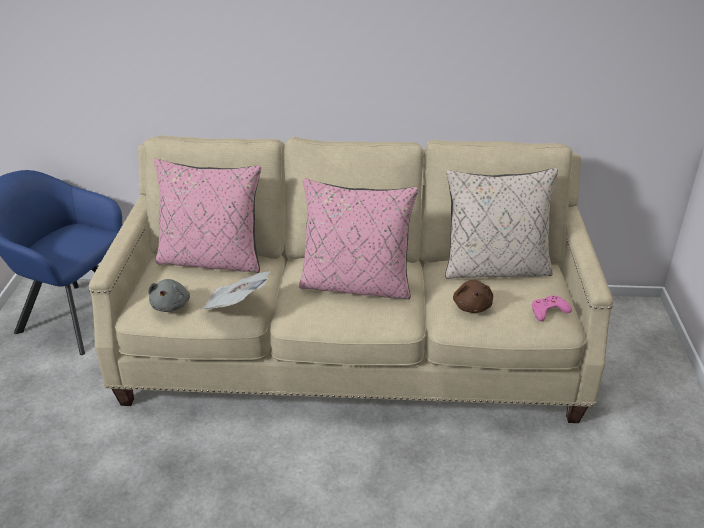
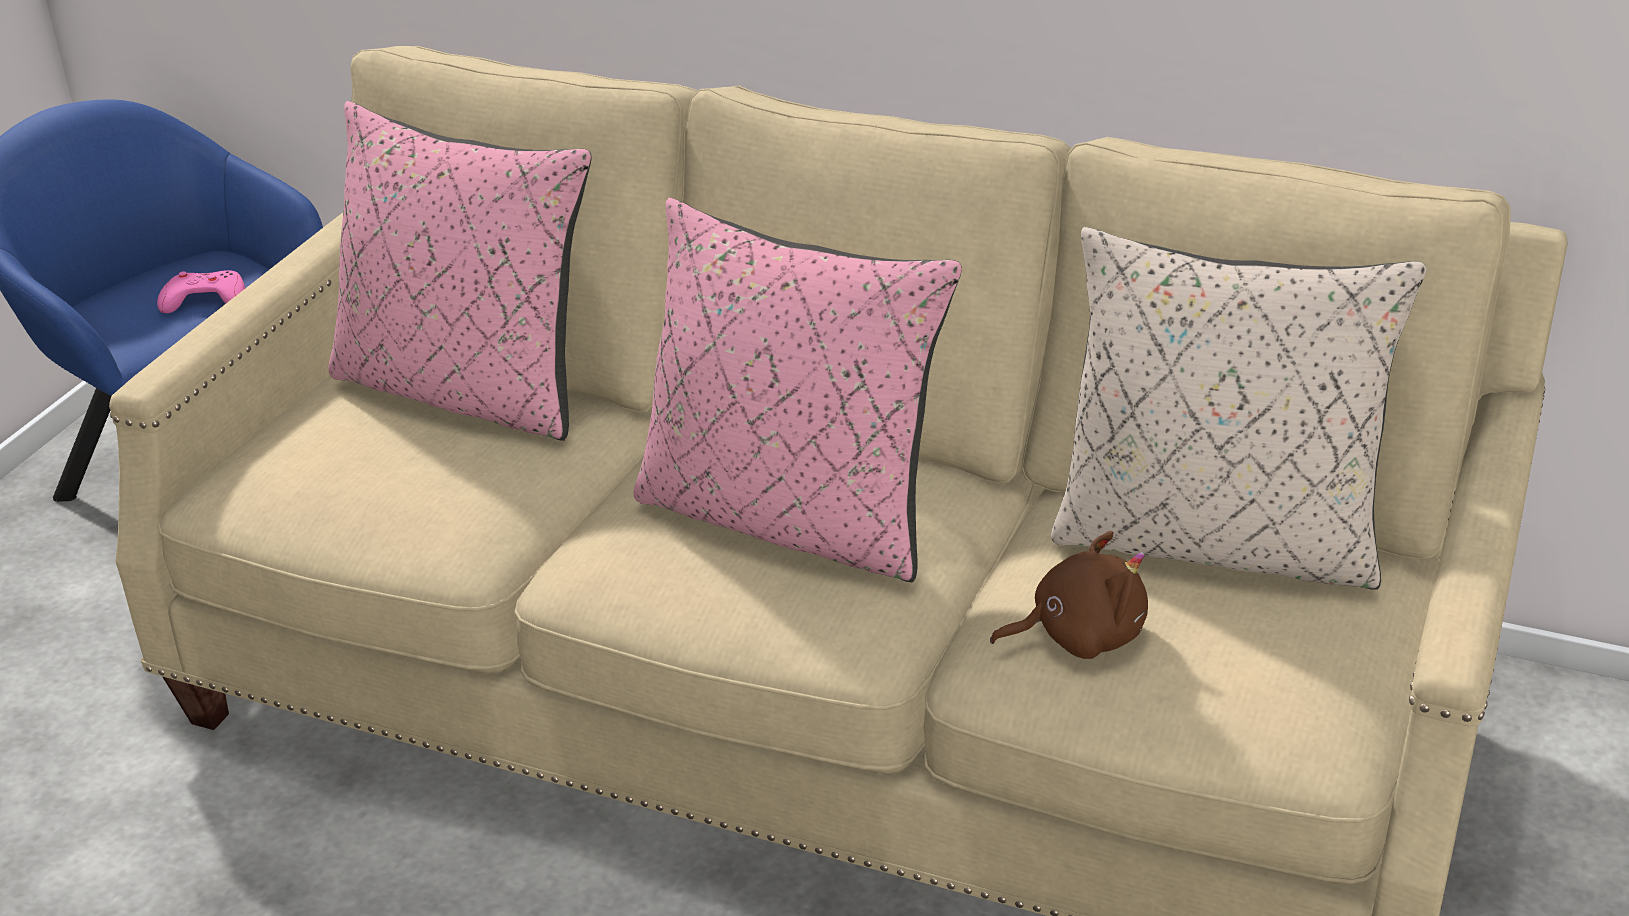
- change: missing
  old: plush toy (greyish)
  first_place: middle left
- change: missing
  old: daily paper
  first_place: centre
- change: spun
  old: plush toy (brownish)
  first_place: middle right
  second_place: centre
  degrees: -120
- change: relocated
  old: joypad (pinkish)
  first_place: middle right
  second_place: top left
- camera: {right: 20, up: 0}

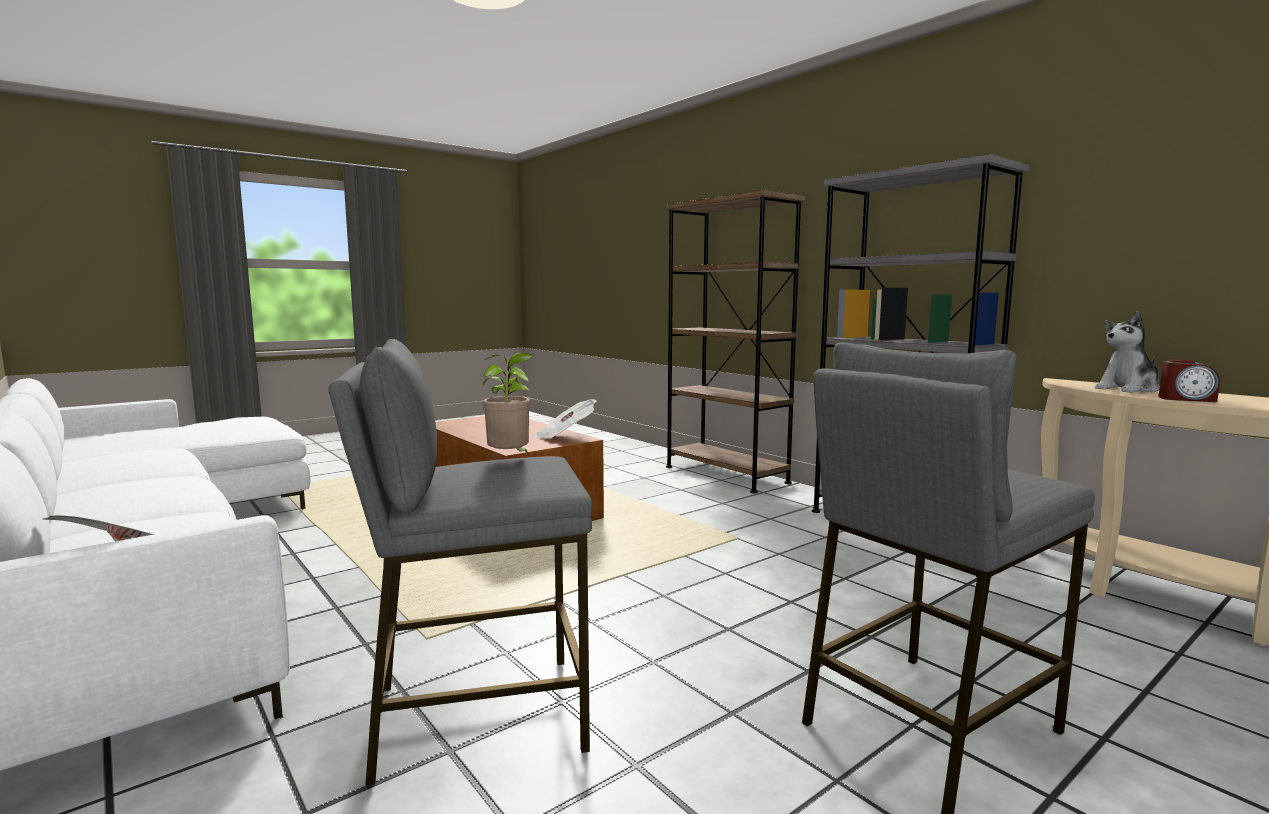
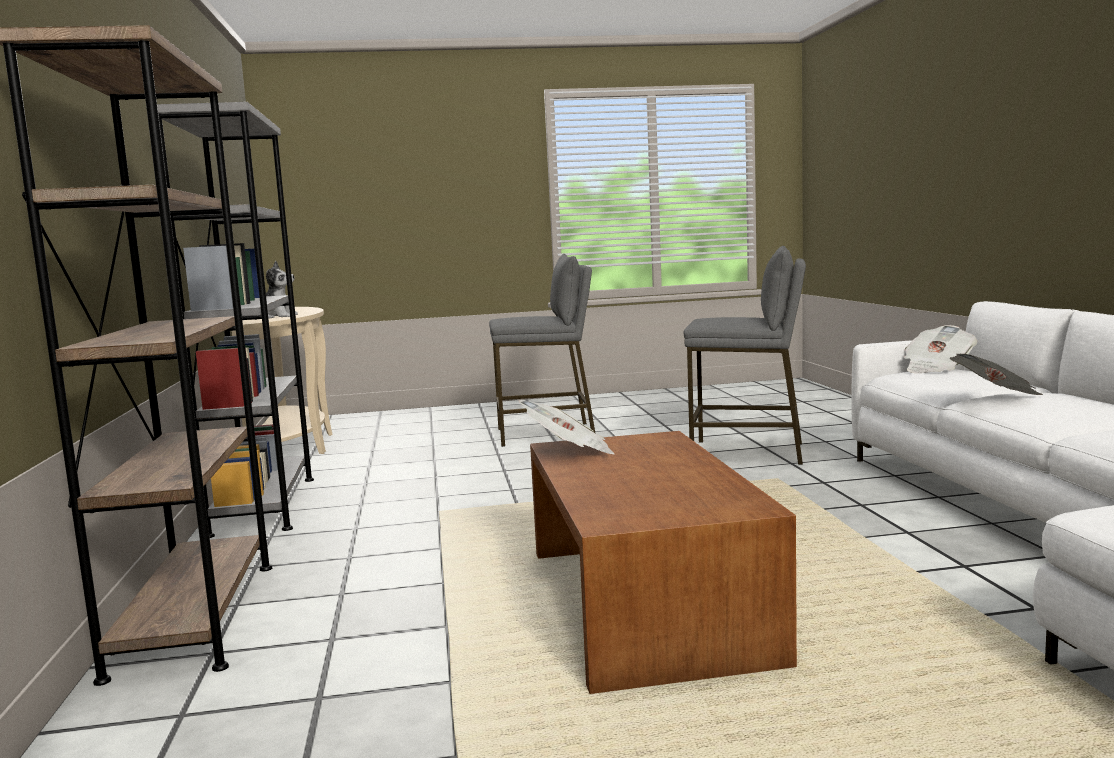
- change: missing
  old: houseplant
  first_place: centre
- change: missing
  old: table clock
  first_place: middle right
- change: appeared
  new: daily paper (no. 3 from left)
  second_place: middle right
- camera: {right: -150, up: 0}

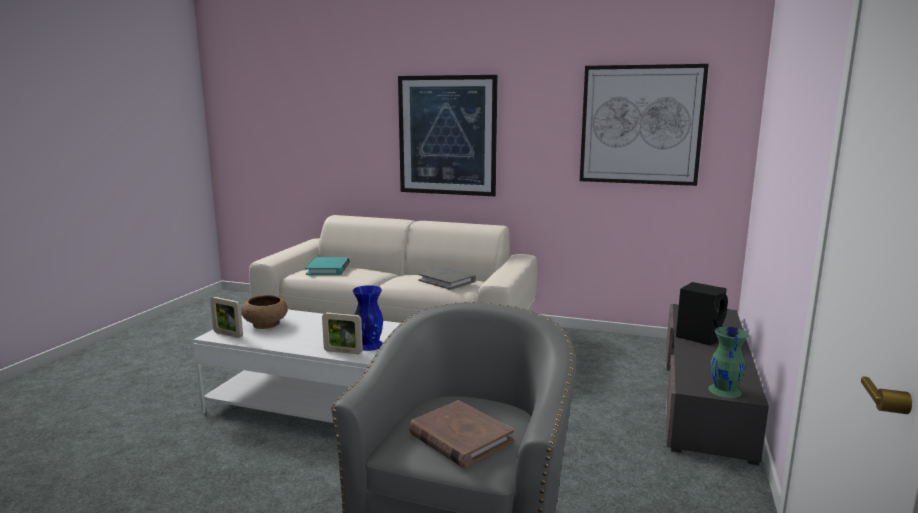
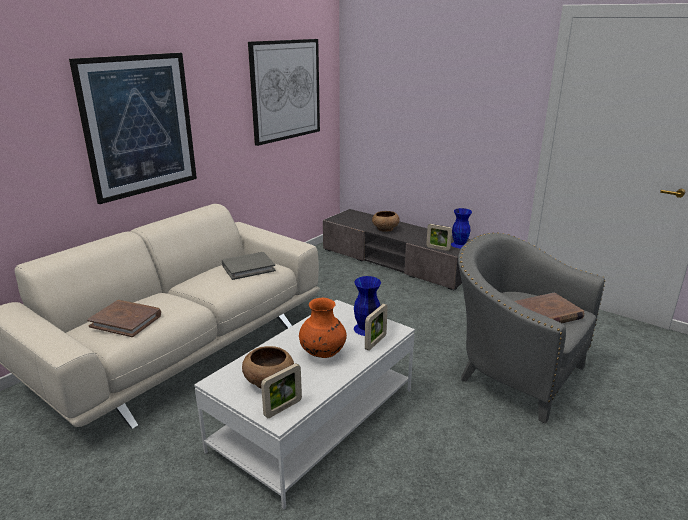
- change: colour
  old: book (blue-green)
  new: book (brownish) (no. 1 from left)
  first_place: centre
  second_place: middle left
- change: exchanged
  old: speaker (black-coloured)
  new: bowl (brownish) (no. 2 from left)
  first_place: middle right
  second_place: centre
- change: colour
  old: decorative vase (greenish)
  new: decorative vase (blue) (no. 2 from left)
  first_place: bottom right
  second_place: middle right
- change: appeared
  new: decorative vase (orange-coloured)
  second_place: centre
- change: appeared
  new: standing frame (no. 3 from left)
  second_place: centre
- camera: {right: -70, up: 10}

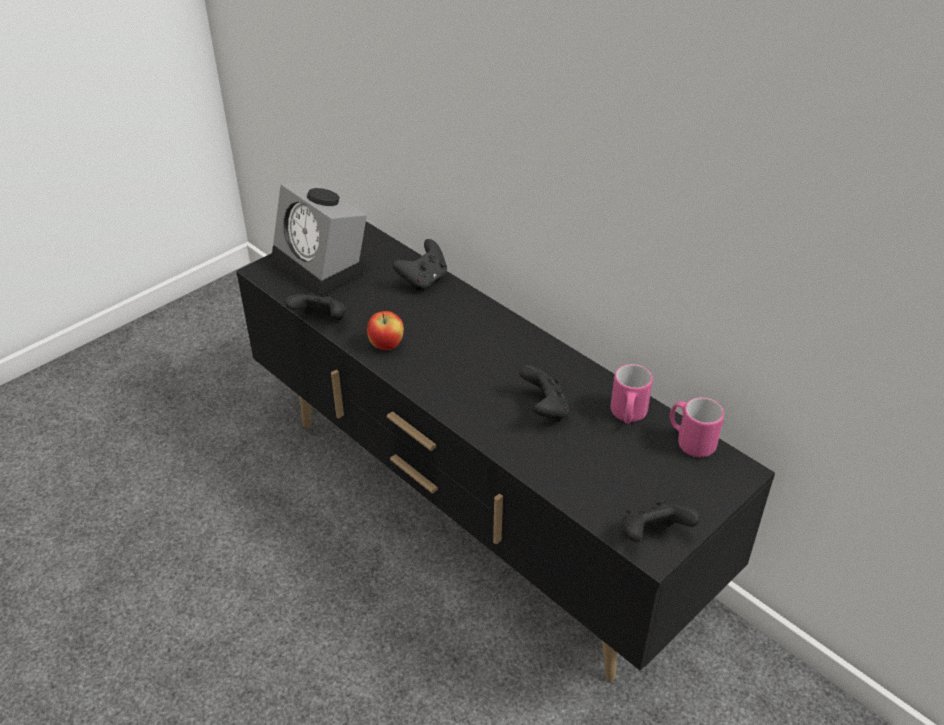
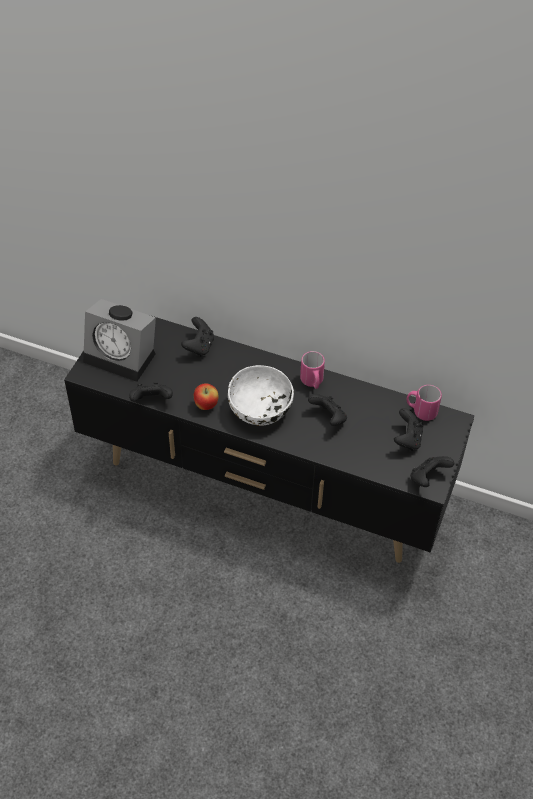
- change: relocated
  old: coffee mug (pinkish) (no. 1 from left)
  first_place: middle right
  second_place: centre
- change: appeared
  new: bowl (whitish)
  second_place: centre
- change: appeared
  new: joypad (black-coloured) (no. 4 from left)
  second_place: middle right
- camera: {right: -25, up: 10}

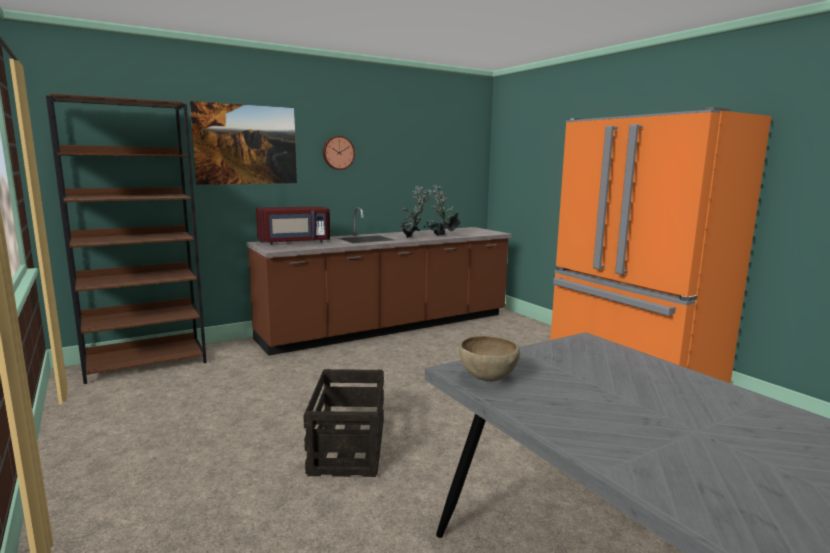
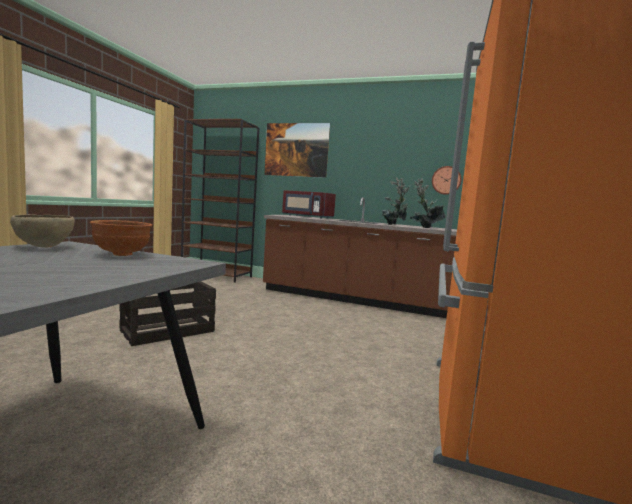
- change: relocated
  old: clock on the wall
  first_place: top centre
  second_place: middle right
- change: appeared
  new: bowl (brownish) (no. 2 from left)
  second_place: middle left
- camera: {right: 50, up: -5}

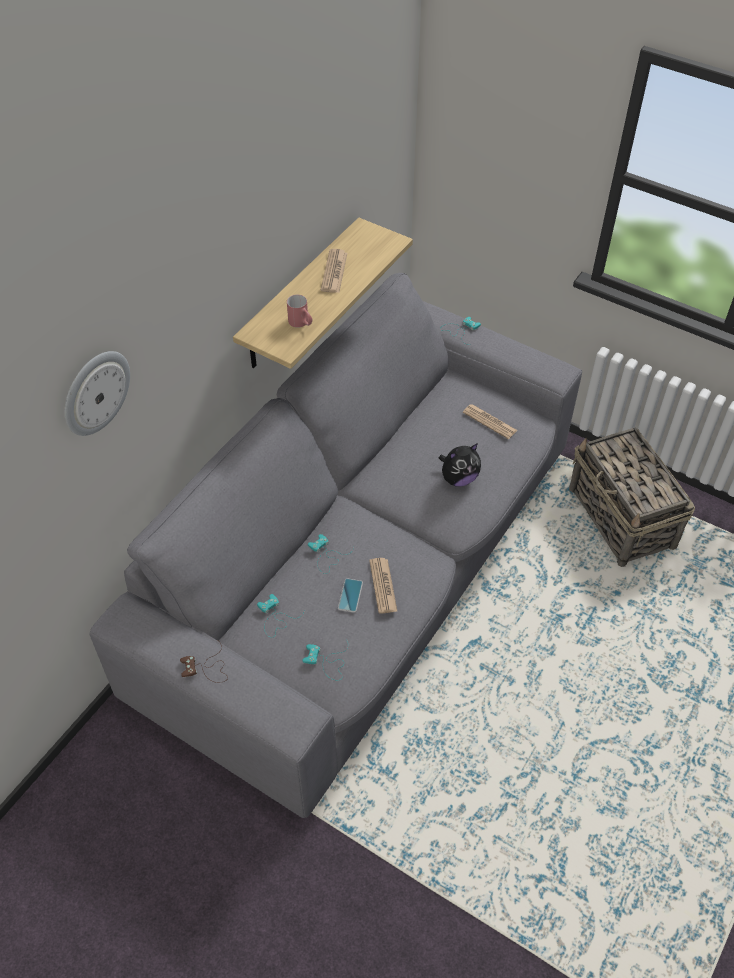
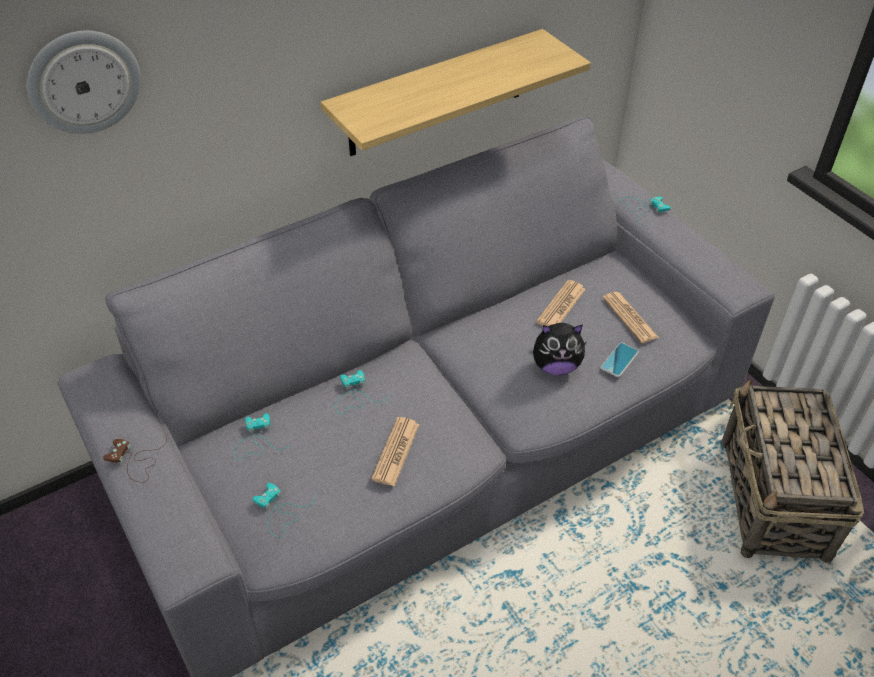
- change: missing
  old: coffee mug (reddish)
  first_place: top centre
- change: relocated
  old: daily paper (no. 1 from left in the first image)
  new: daily paper (no. 2 from left)
  first_place: top centre
  second_place: centre
- change: relocated
  old: phone
  first_place: centre
  second_place: middle right
- camera: {right: 25, up: -5}

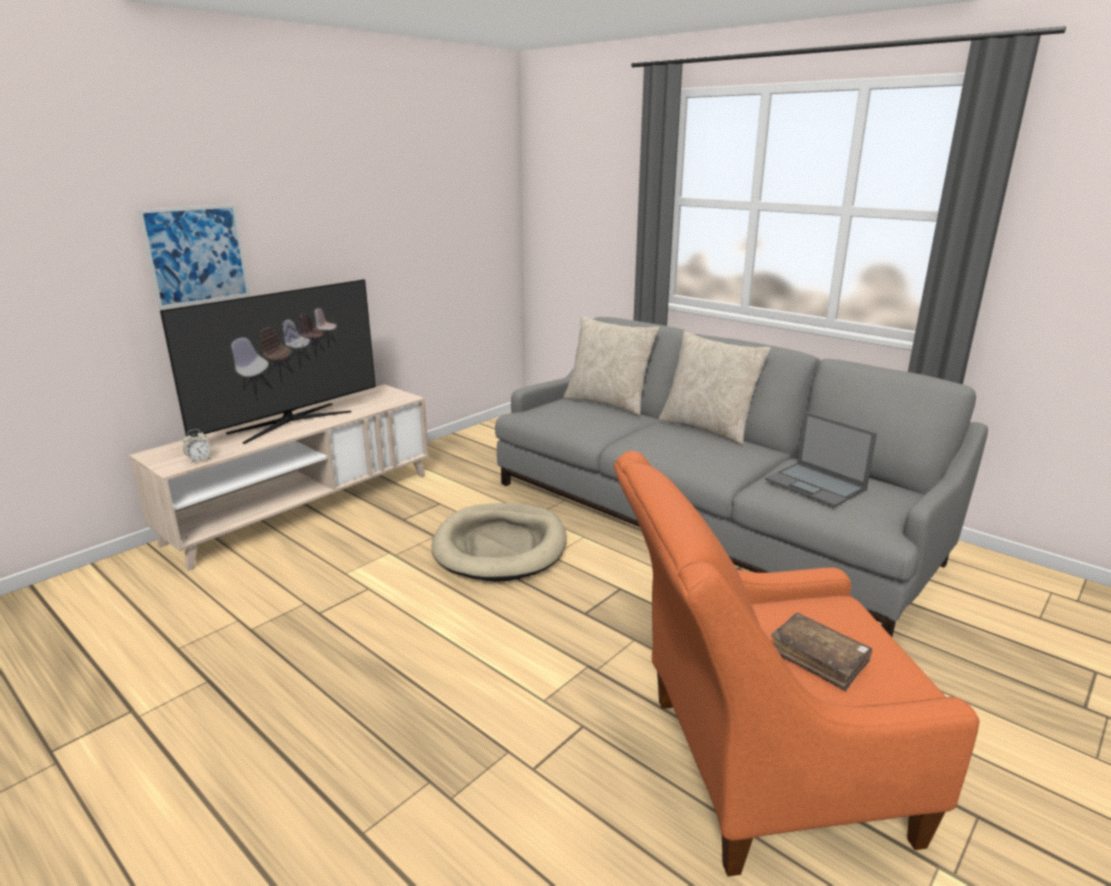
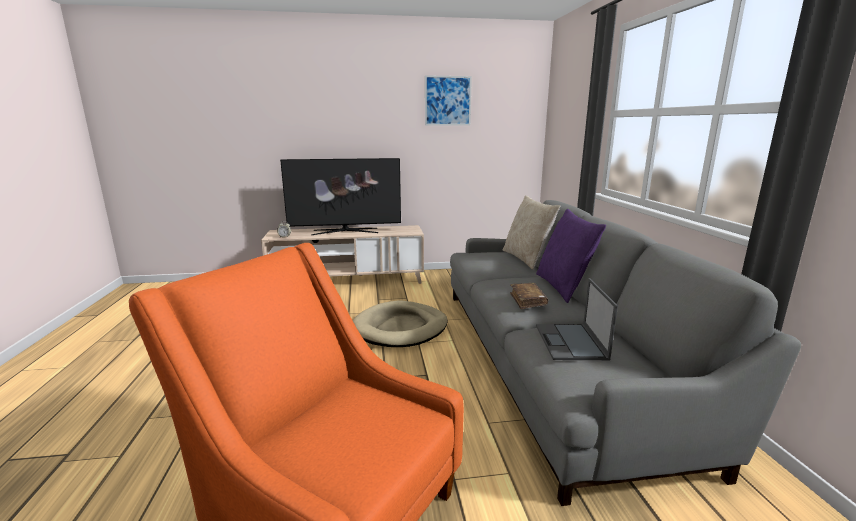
- change: relocated
  old: picture
  first_place: top left
  second_place: top centre
- change: colour
  old: cushion (sand-coloured) (no. 2 from left)
  new: cushion (purplish)
  first_place: centre
  second_place: middle right
- change: relocated
  old: book (brownish)
  first_place: bottom right
  second_place: centre
- camera: {right: 40, up: -5}

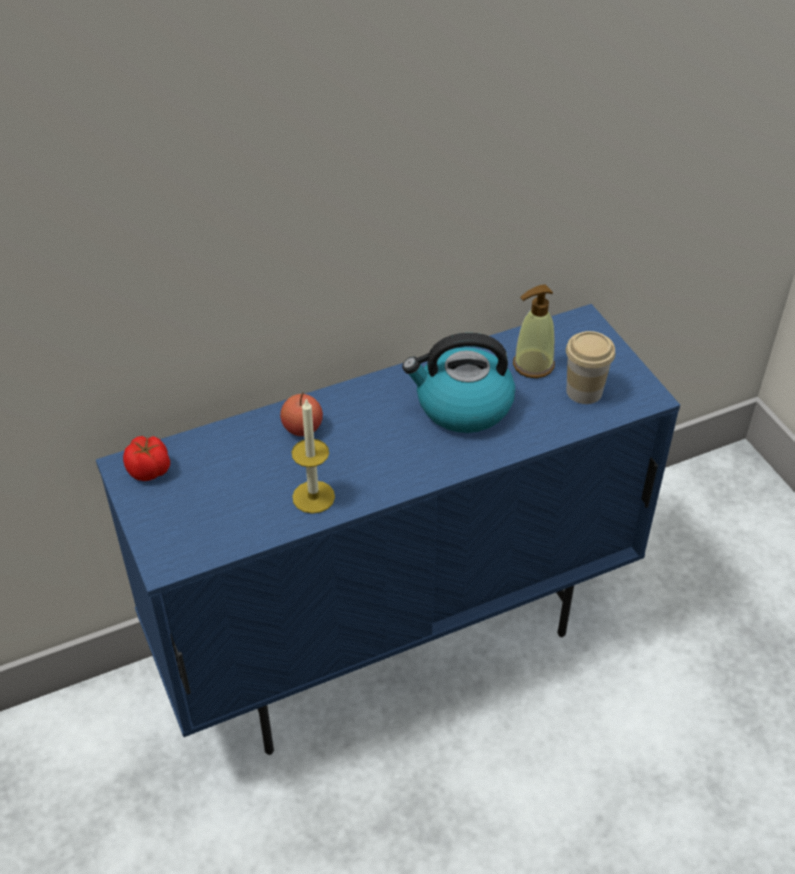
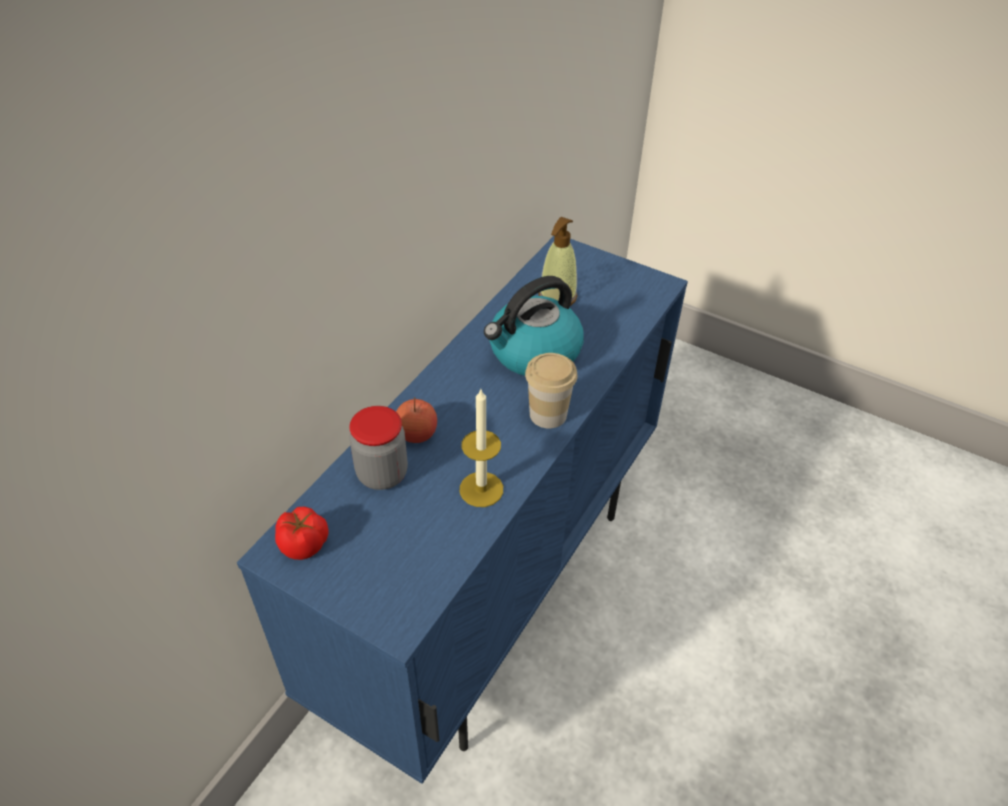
- change: relocated
  old: drinking cup
  first_place: middle right
  second_place: centre
- change: appeared
  new: preserve jar
  second_place: centre
- camera: {right: -35, up: 0}

